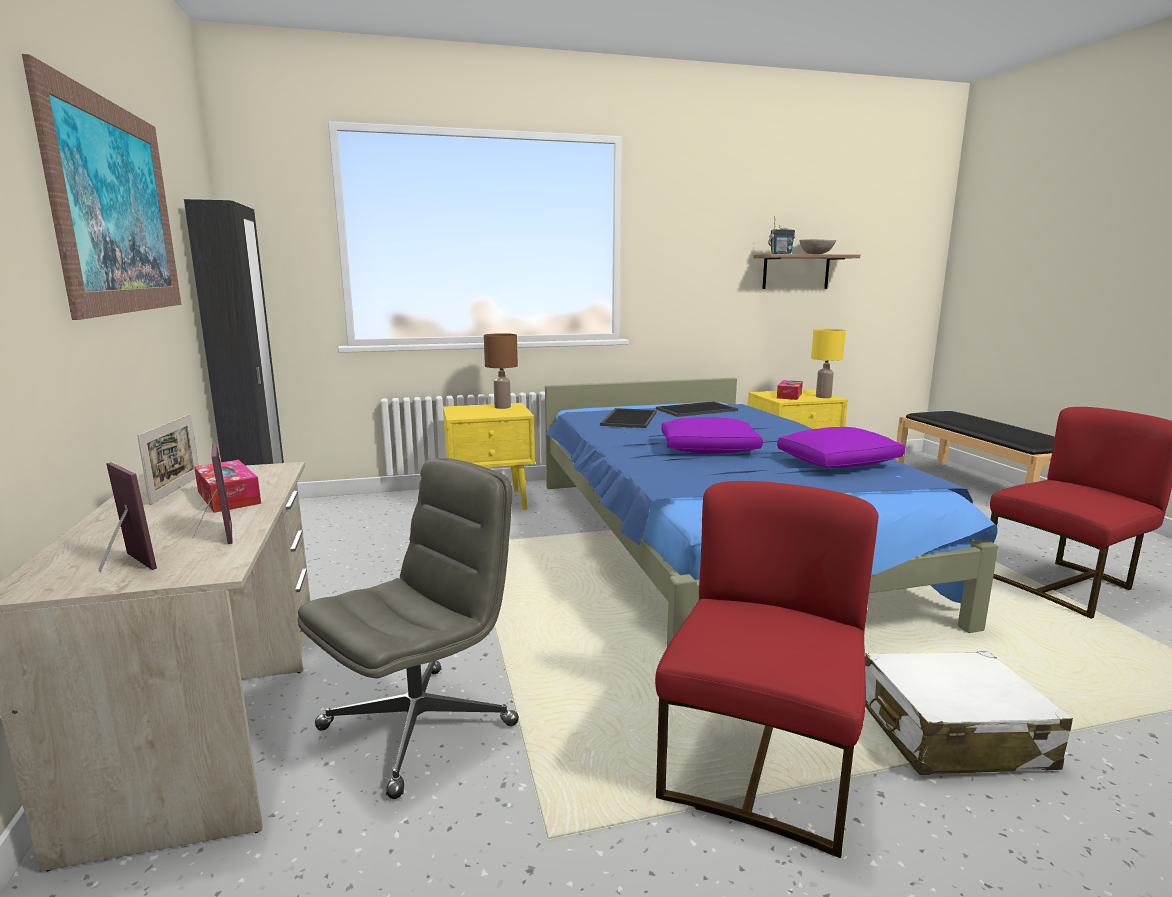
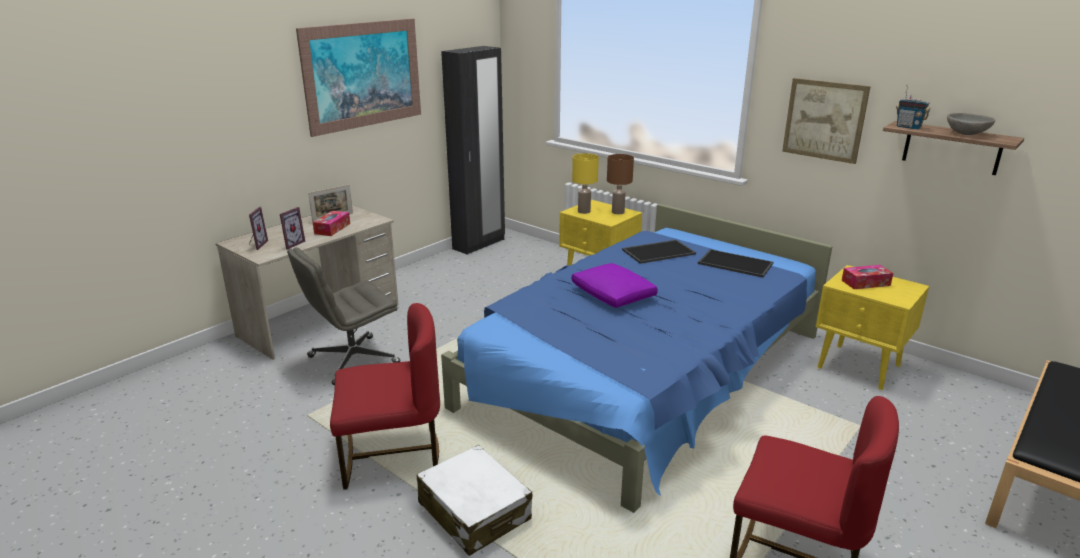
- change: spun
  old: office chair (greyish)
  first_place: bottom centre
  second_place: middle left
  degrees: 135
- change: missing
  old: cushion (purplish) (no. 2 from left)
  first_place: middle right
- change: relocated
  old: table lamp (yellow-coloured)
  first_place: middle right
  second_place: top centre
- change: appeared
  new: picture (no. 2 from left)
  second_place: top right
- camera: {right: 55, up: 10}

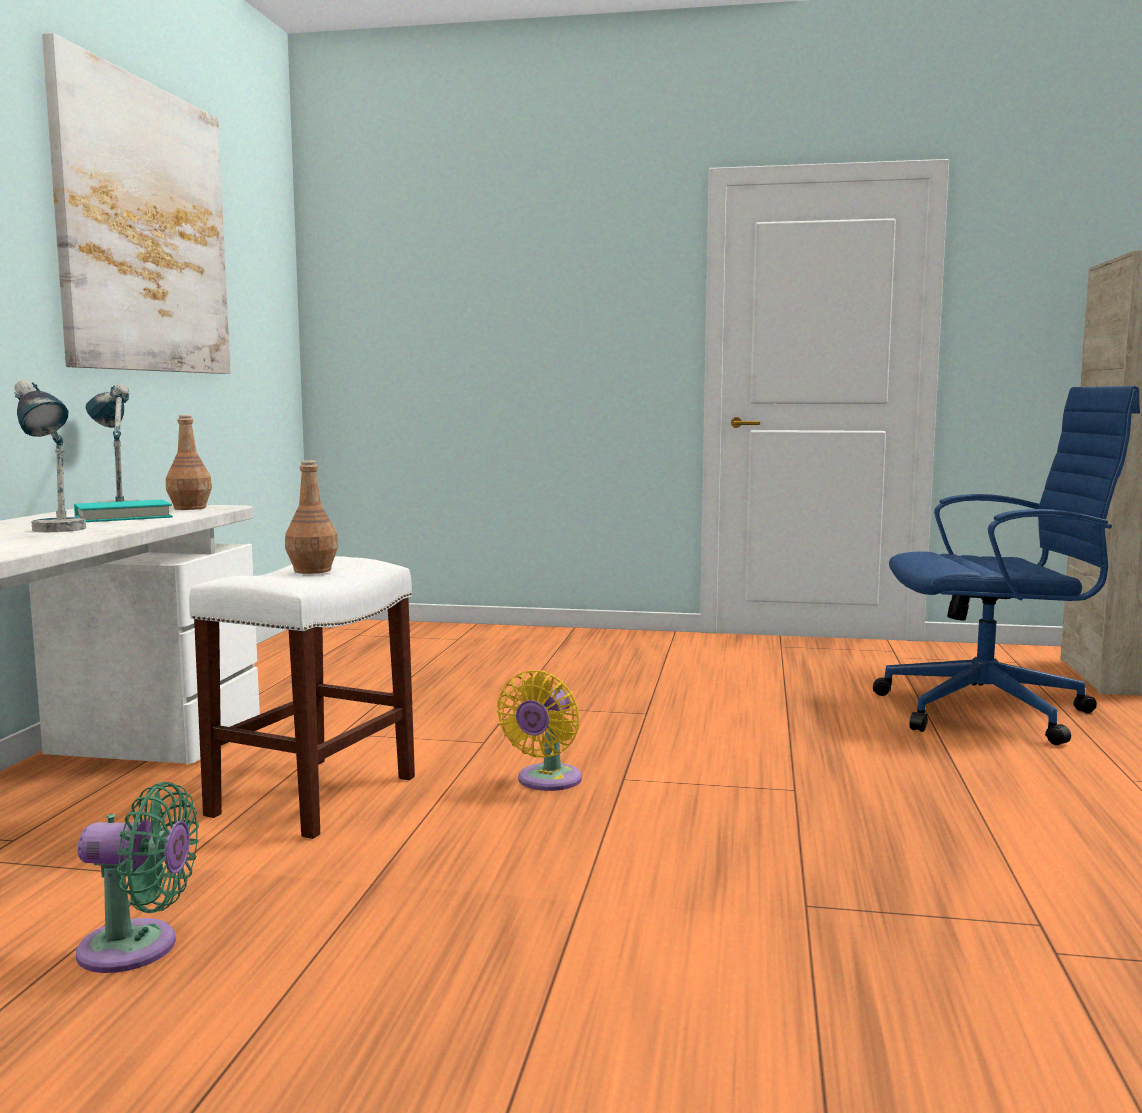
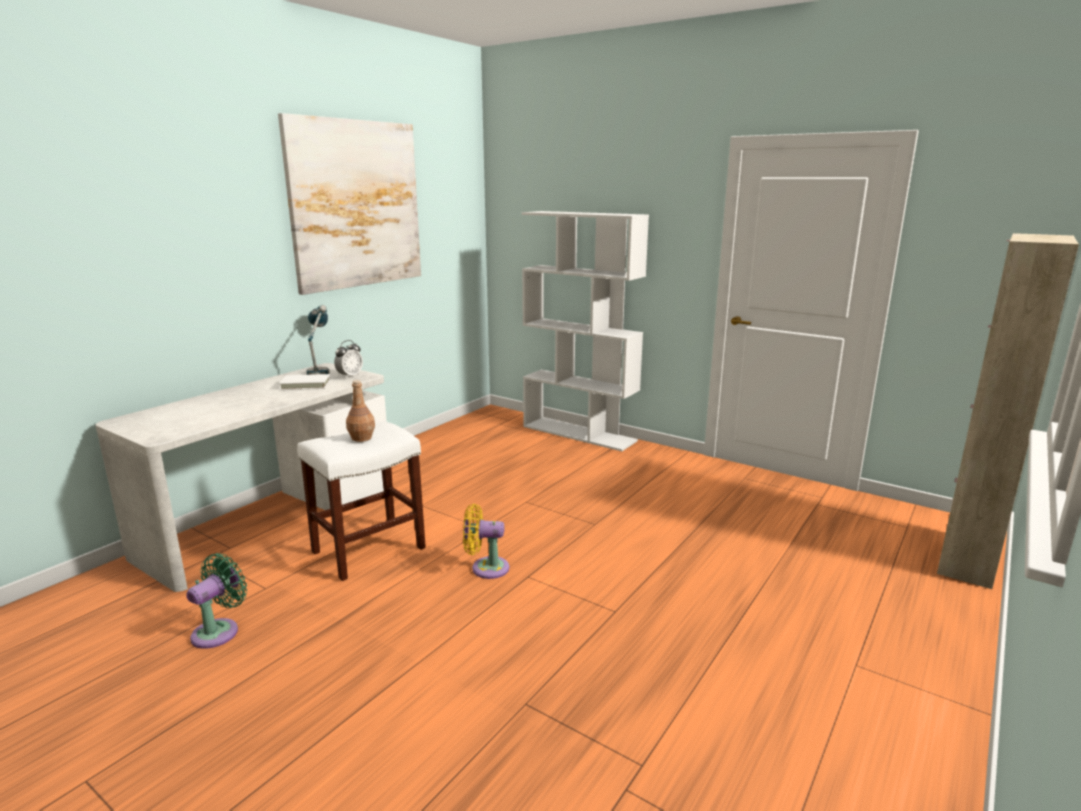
- change: missing
  old: table lamp (no. 1 from left)
  first_place: middle left
- change: colour
  old: book (blue-green)
  new: book (whitish)
  first_place: middle left
  second_place: middle left
- change: spun
  old: fan (greenish)
  first_place: bottom left
  second_place: bottom left
  degrees: -90
- change: exchanged
  old: drink bottle (brownish) (no. 1 from left)
  new: table clock
  first_place: middle left
  second_place: middle left
- change: spun
  old: fan (yellow-coloured)
  first_place: centre
  second_place: bottom centre
  degrees: 45
- change: missing
  old: office chair (blue)
  first_place: middle right
- change: appeared
  new: bookshelf (whitish)
  second_place: centre
- camera: {right: 25, up: 10}

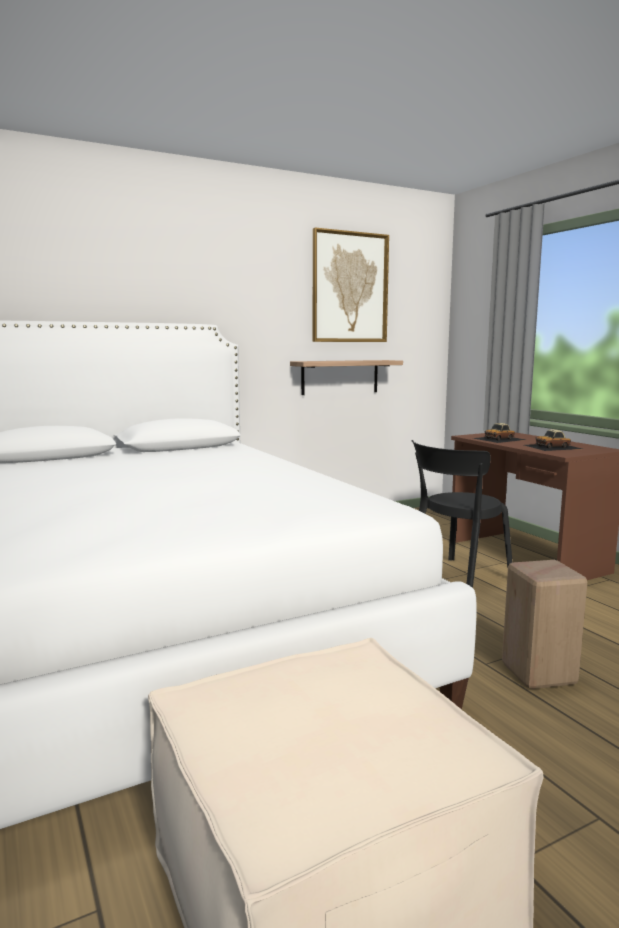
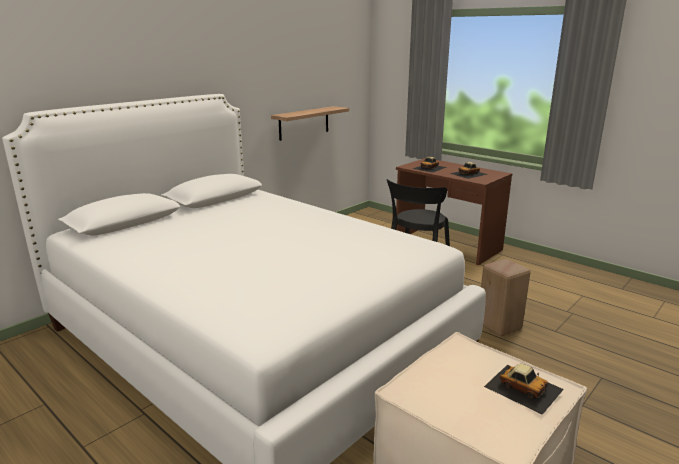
- change: missing
  old: picture
  first_place: top centre
- change: appeared
  new: model car (no. 3 from left)
  second_place: bottom right
- camera: {right: -20, up: 10}

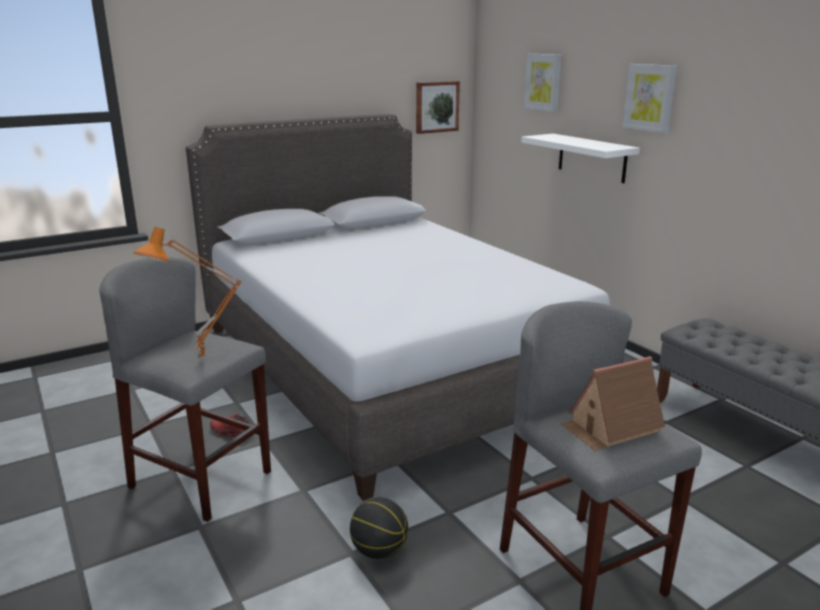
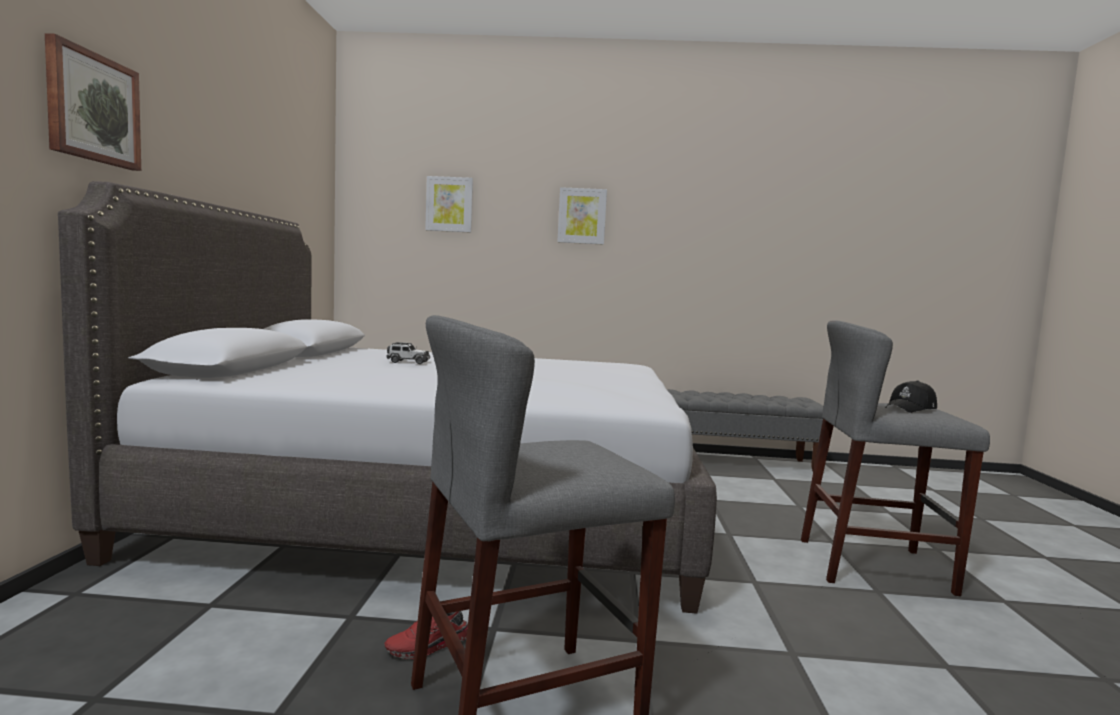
- change: missing
  old: table lamp (orange-coloured)
  first_place: middle left
- change: missing
  old: basketball ball
  first_place: bottom centre
- change: relocated
  old: picture (no. 1 from left)
  first_place: top centre
  second_place: top left
- change: missing
  old: shelf (whitish)
  first_place: top right
- change: exchanged
  old: miniature house
  new: baseball cap (black-coloured)
  first_place: middle right
  second_place: middle right
- change: appeared
  new: model car
  second_place: centre
- camera: {right: -55, up: -15}

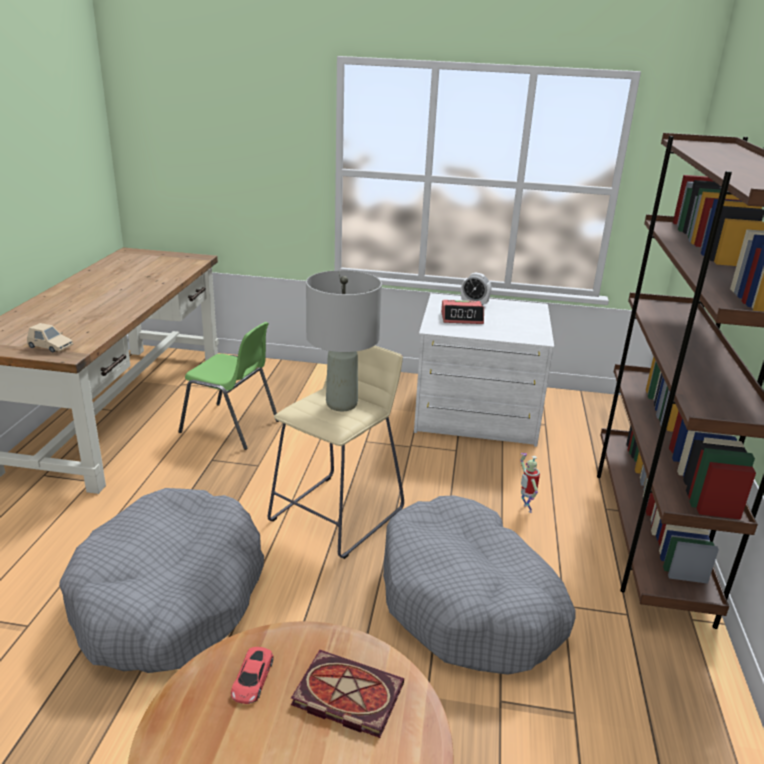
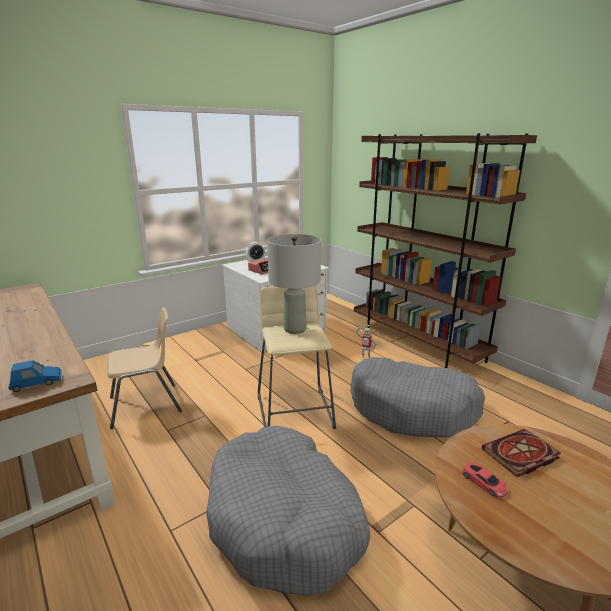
- change: colour
  old: model car (sand-coloured)
  new: model car (blue)
  first_place: middle left
  second_place: middle left
- change: colour
  old: plain chair (greenish)
  new: plain chair (sand-coloured)
  first_place: middle left
  second_place: middle left
- camera: {right: -45, up: -5}

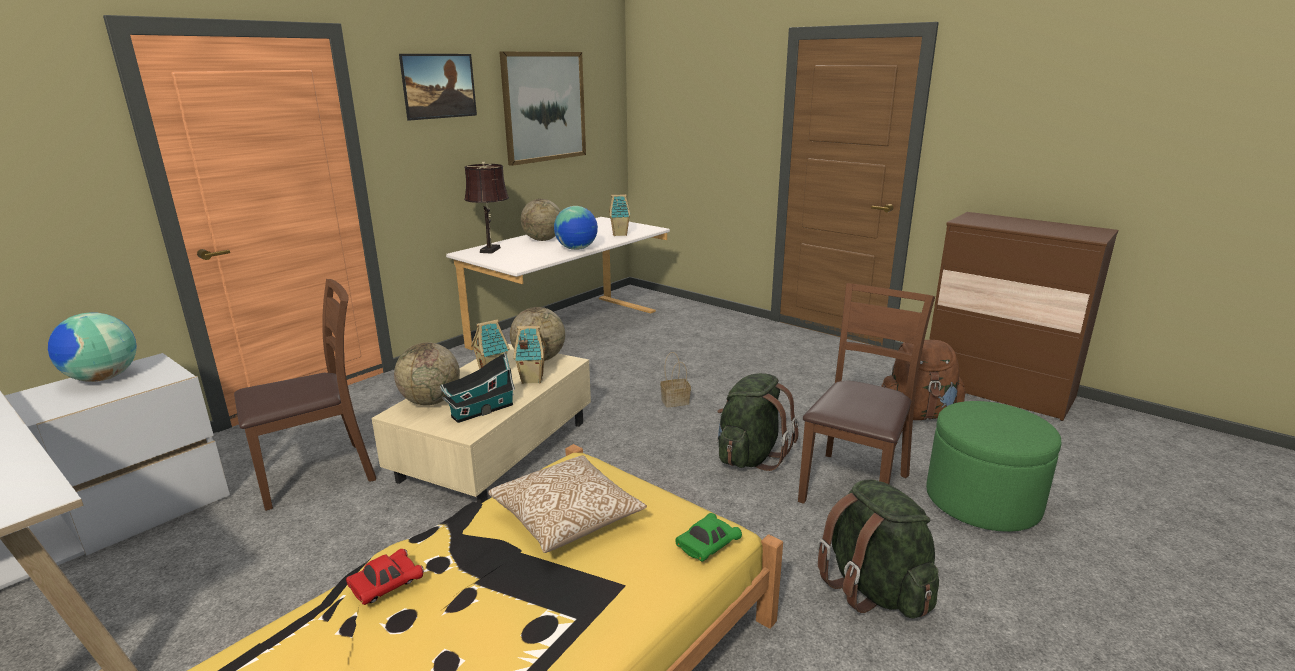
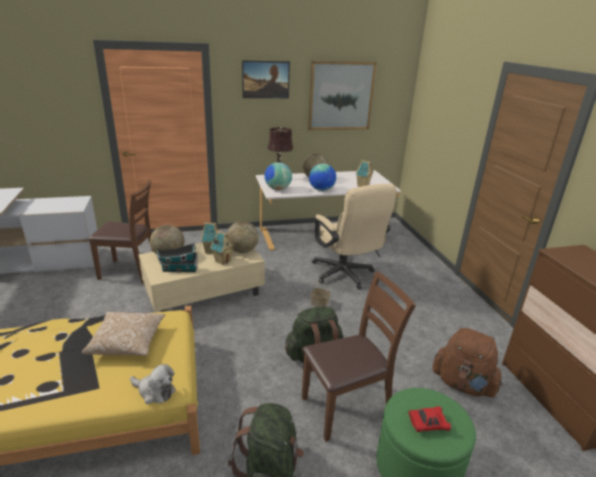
- change: relocated
  old: globe (no. 1 from left in the first image)
  new: globe (no. 3 from left)
  first_place: middle left
  second_place: centre
- change: relocated
  old: model car (reddish)
  first_place: bottom left
  second_place: bottom right
- change: exchanged
  old: model car (greenish)
  new: plush toy
  first_place: bottom centre
  second_place: bottom left
- change: appeared
  new: office chair (sand-coloured)
  second_place: centre
- camera: {right: 35, up: 5}

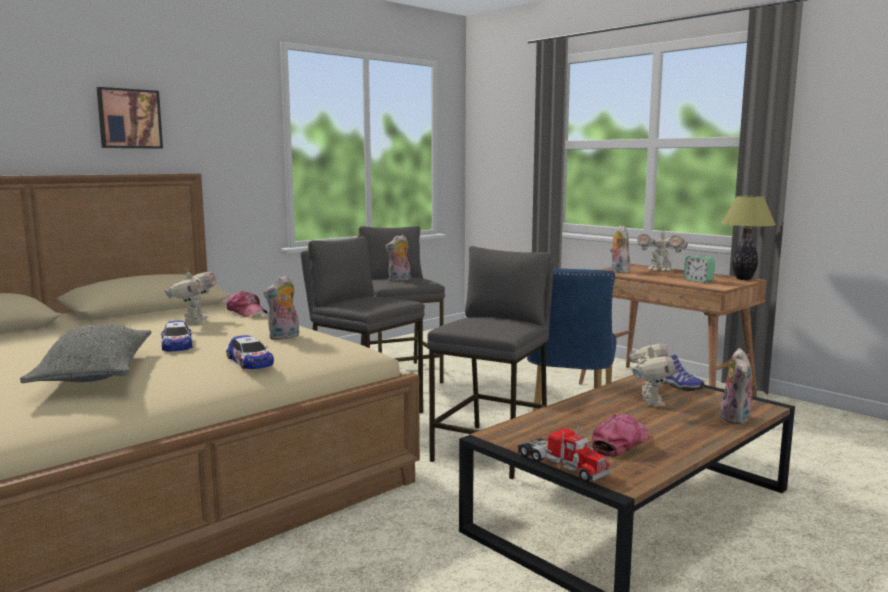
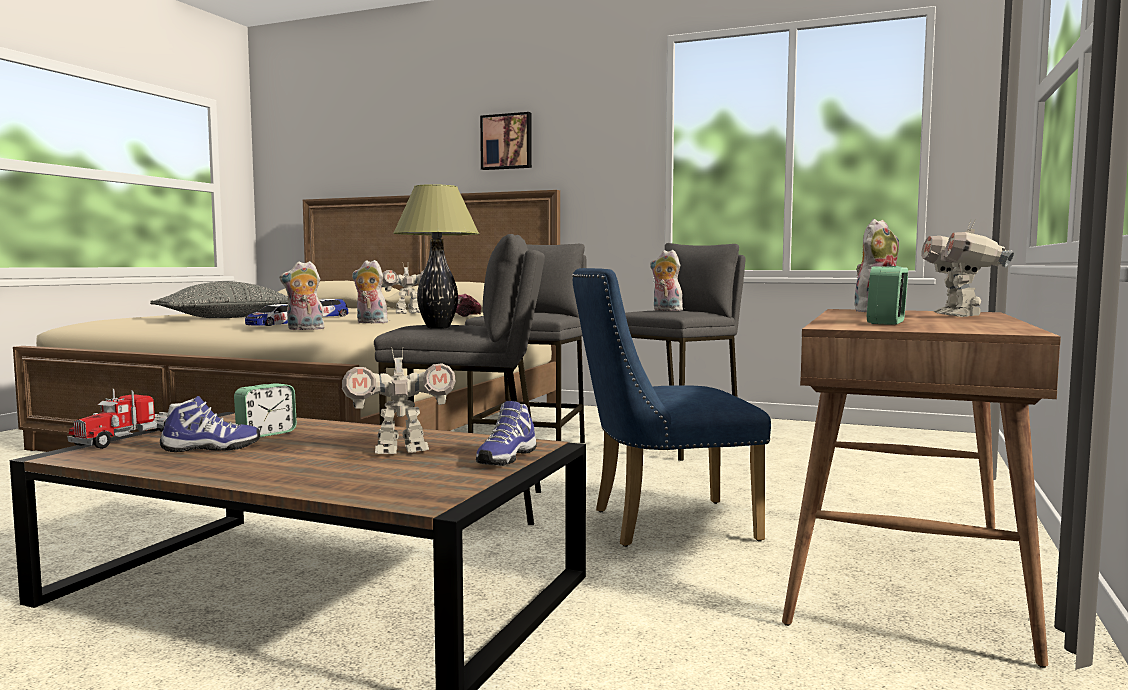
- change: exchanged
  old: baseball cap (no. 2 from left)
  new: shoe (no. 1 from left)
  first_place: bottom right
  second_place: middle left
- change: relocated
  old: table lamp
  first_place: middle right
  second_place: centre
- change: relocated
  old: plush toy (no. 4 from left in the first image)
  new: plush toy (no. 1 from left)
  first_place: middle right
  second_place: middle left
- change: appeared
  new: table clock (no. 1 from left)
  second_place: middle left
- camera: {right: 65, up: -5}

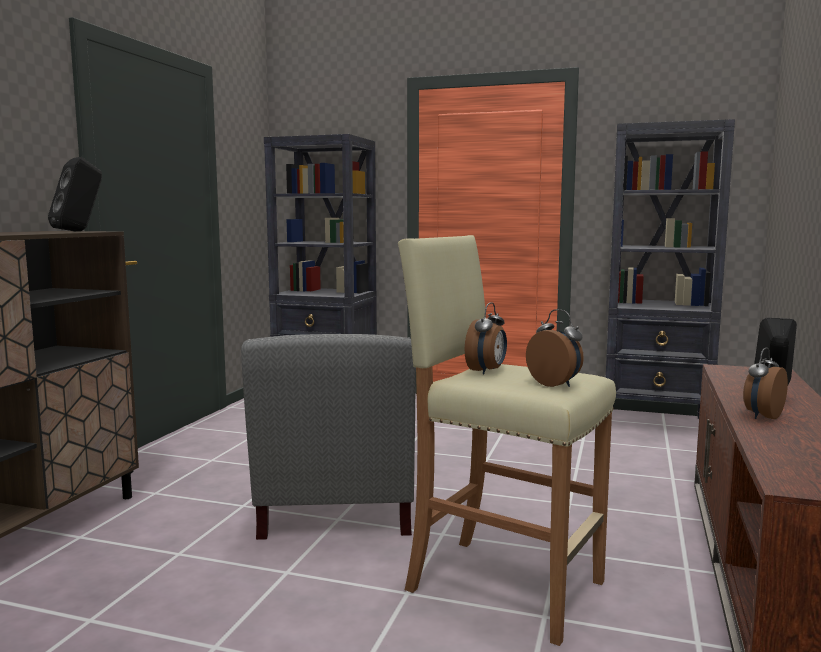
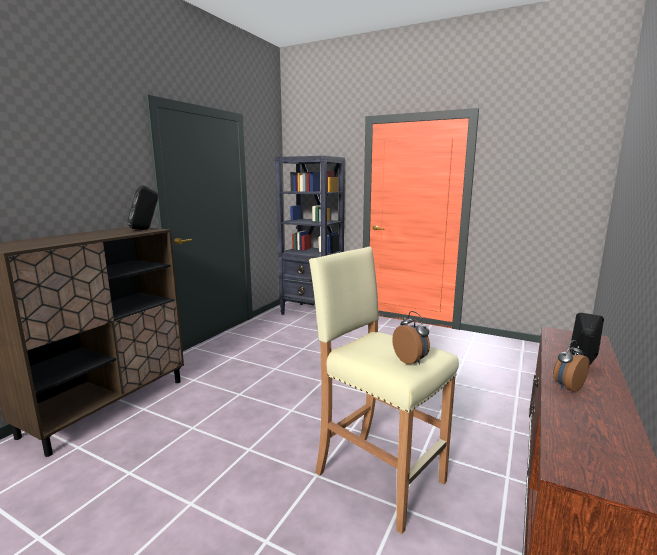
- change: missing
  old: lounge chair (greyish)
  first_place: bottom centre
- change: missing
  old: table clock (no. 1 from left)
  first_place: centre
- change: missing
  old: bookshelf (black-coloured) (no. 2 from left)
  first_place: middle right
- camera: {right: 10, up: 5}

